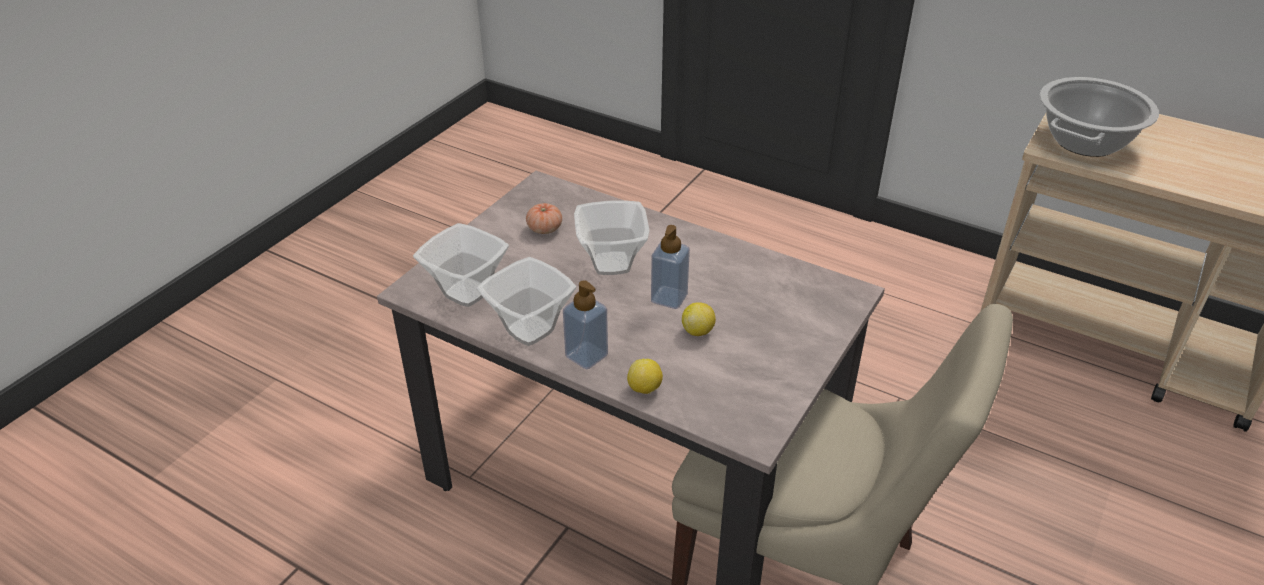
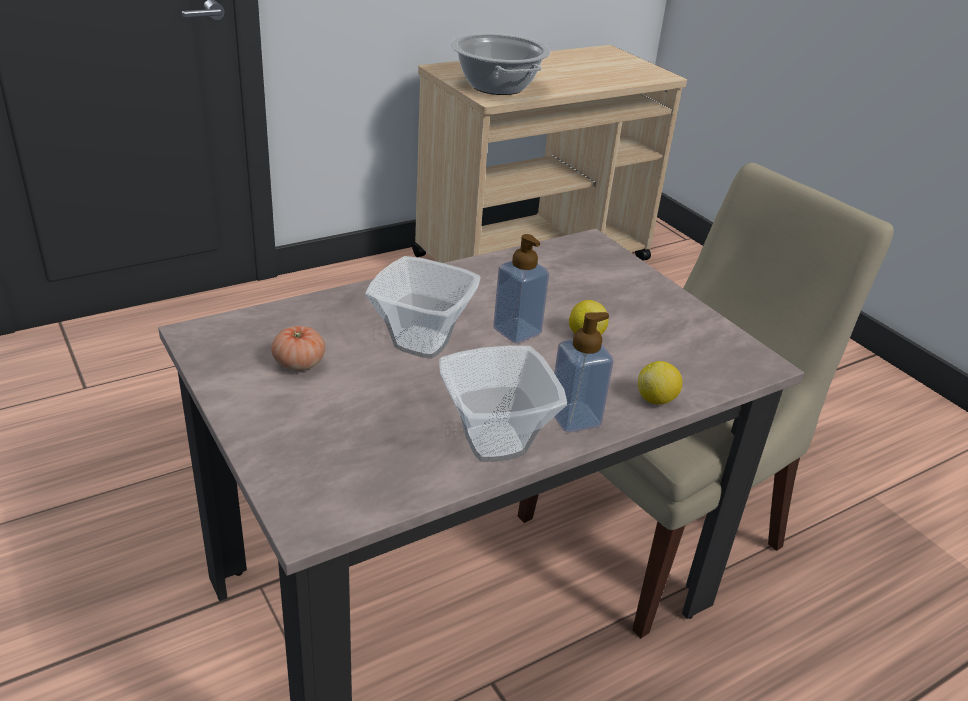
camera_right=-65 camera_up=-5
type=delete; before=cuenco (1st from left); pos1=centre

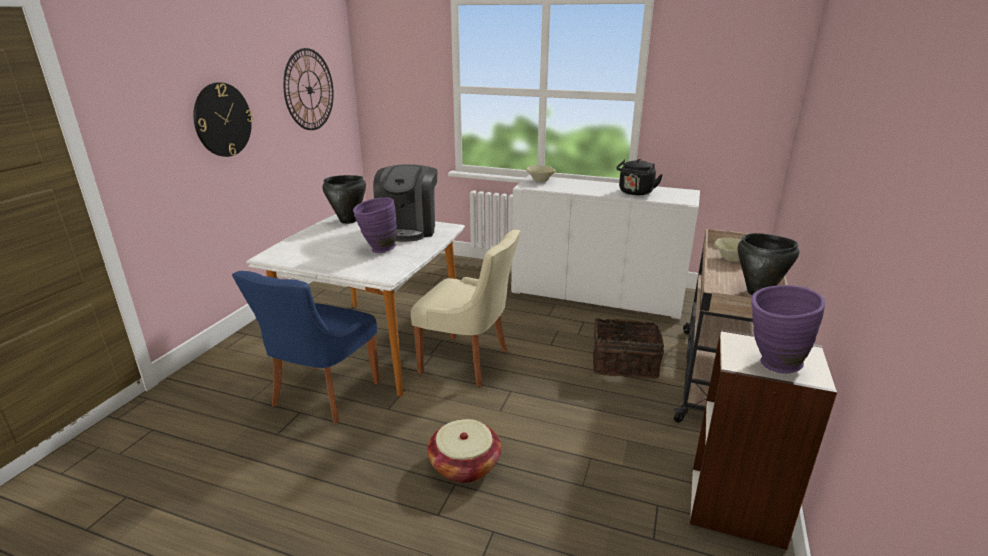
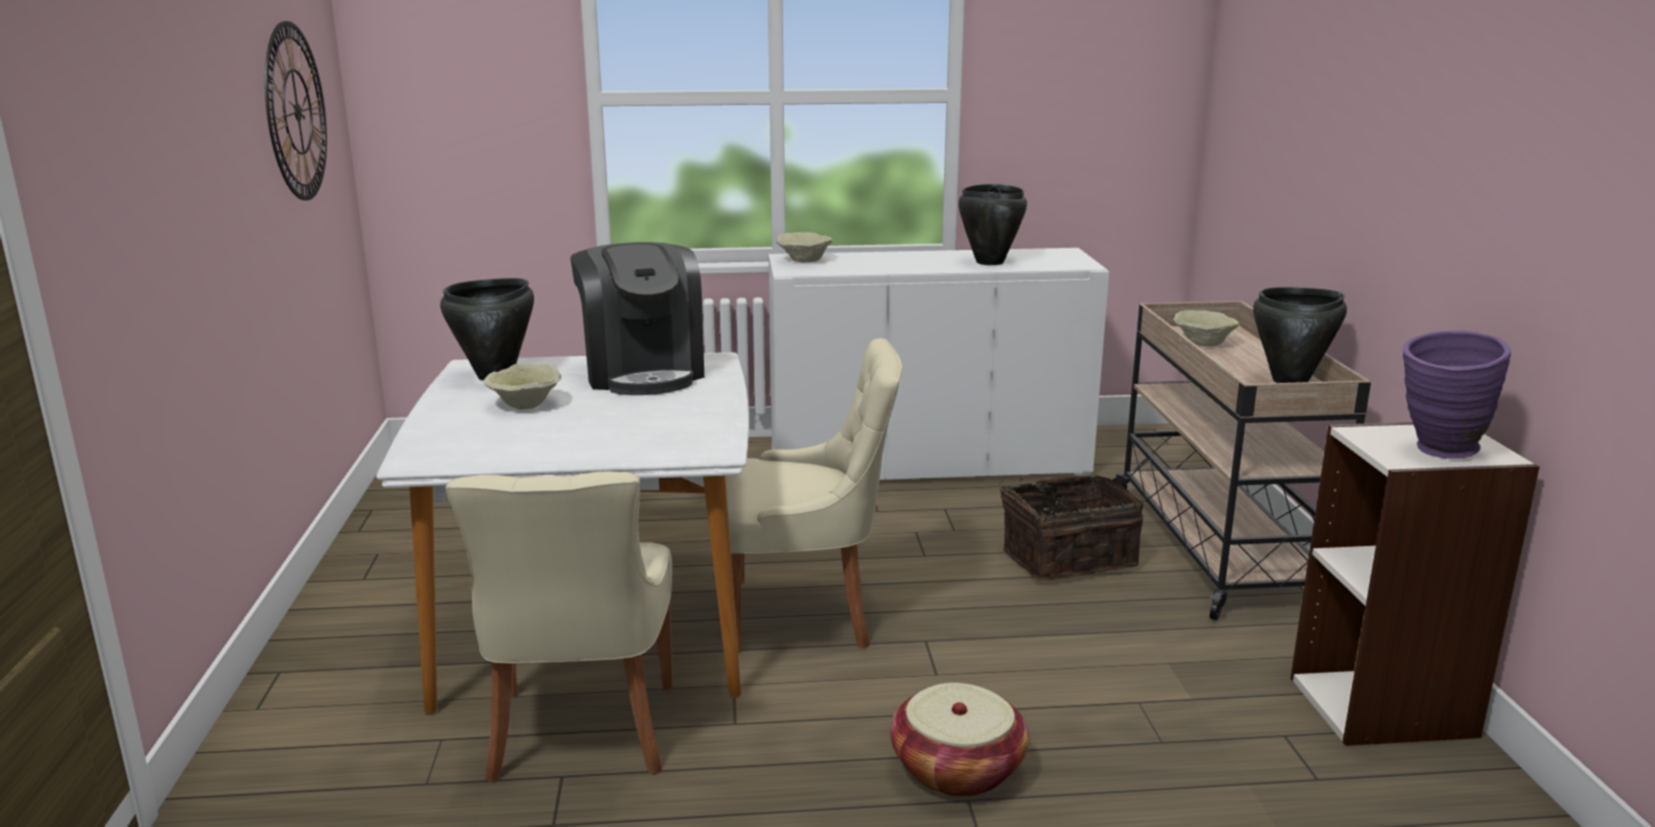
camera_right=-25 camera_up=-5
type=delete; before=reloj de pared (1st from left); pos1=top left
type=recolor; before=silla (azul); after=silla (beis) (1st from left); pos1=middle left; pos2=bottom centre
type=delete; before=florero (morado) (1st from left); pos1=centre
type=replace; before=hervidor (negro); after=olla (negro) (2nd from left); pos1=top centre; pos2=top centre
type=insert; after=cuenco (beis) (1st from left); pos2=middle left

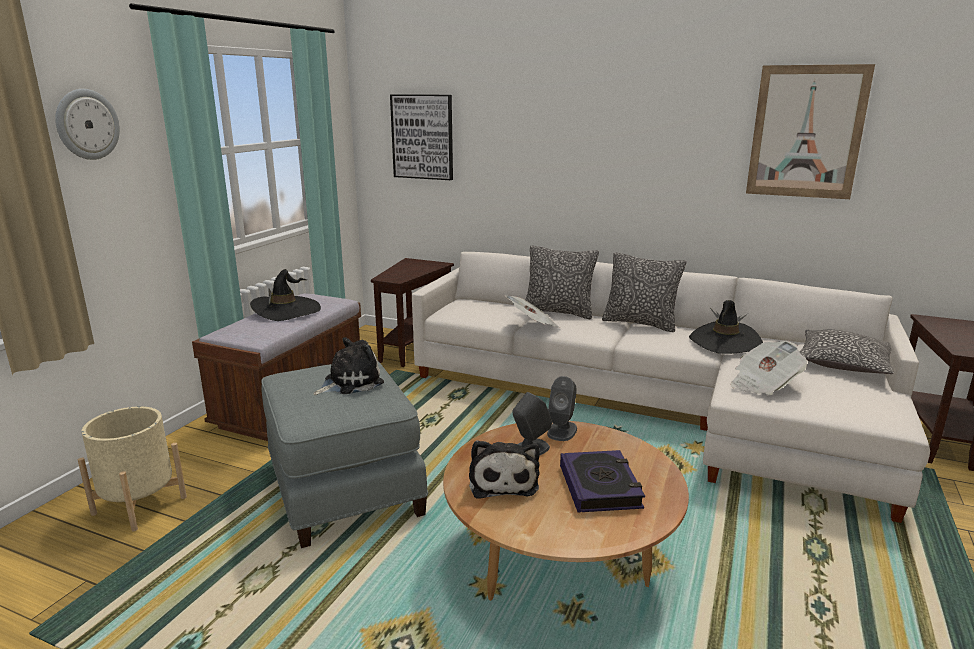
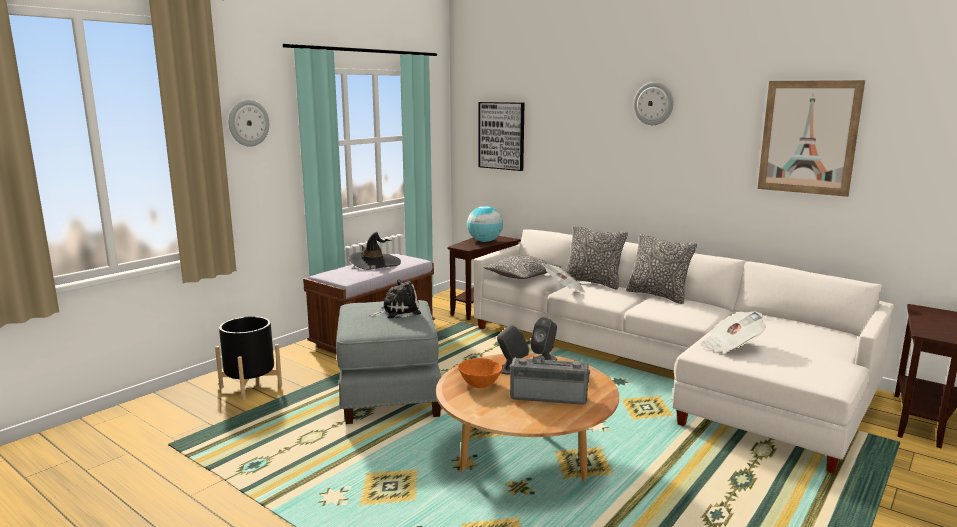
camera_right=15 camera_up=-5
type=recolor; before=maceta (beis); after=maceta (negro); pos1=bottom left; pos2=bottom left
type=replace; before=peluche (2nd from left); after=cuenco (naranja); pos1=bottom centre; pos2=bottom centre
type=replace; before=libro; after=radio; pos1=bottom centre; pos2=bottom centre
type=delete; before=sombrero (negro) (2nd from left); pos1=middle right
type=move; before=cojín (3rd from left in the first image); after=cojín (1st from left); pos1=middle right; pos2=centre
type=insert; after=globo terráqueo; pos2=centre
type=insert; after=reloj de pared (2nd from left); pos2=top right

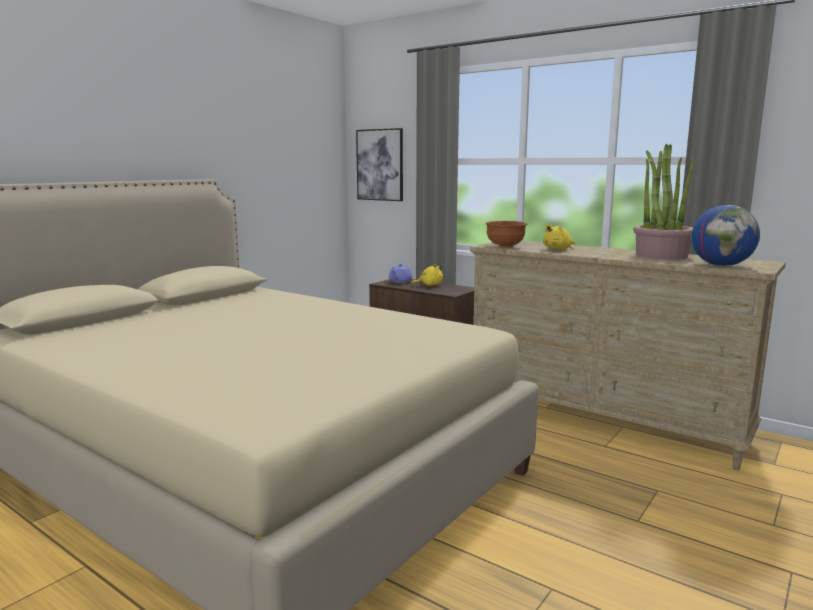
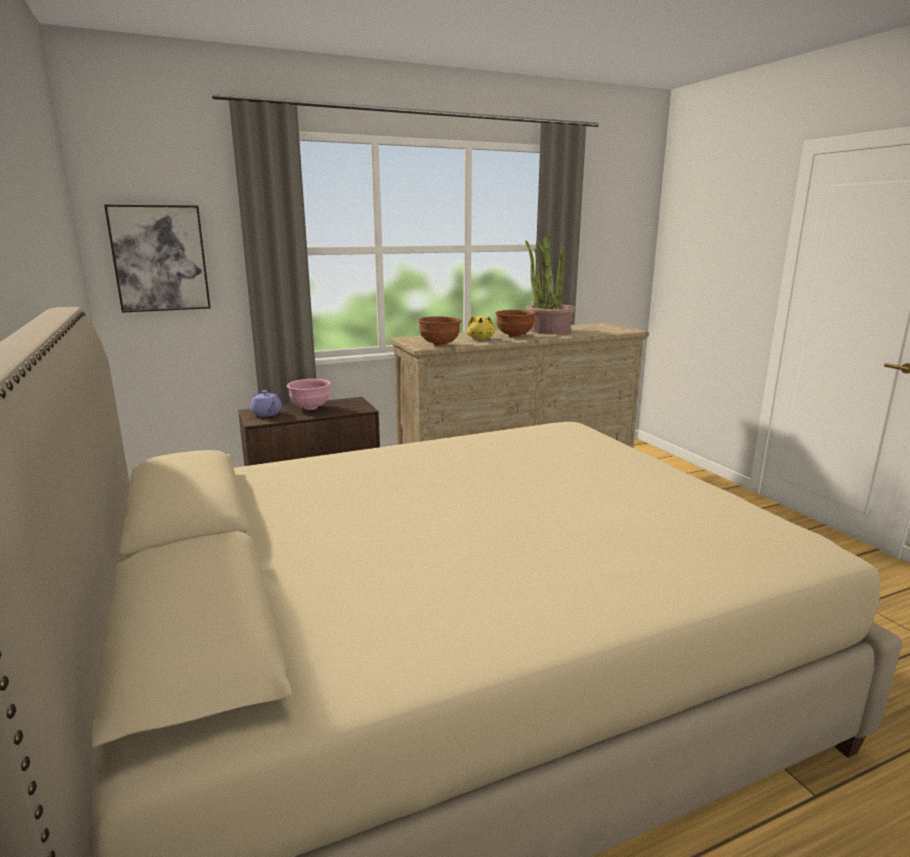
camera_right=-60 camera_up=5
type=replace; before=peluche (amarillo) (1st from left); after=cuenco (rosa); pos1=centre; pos2=centre
type=delete; before=globo terráqueo; pos1=middle right
type=insert; after=cuenco (marrón) (2nd from left); pos2=centre

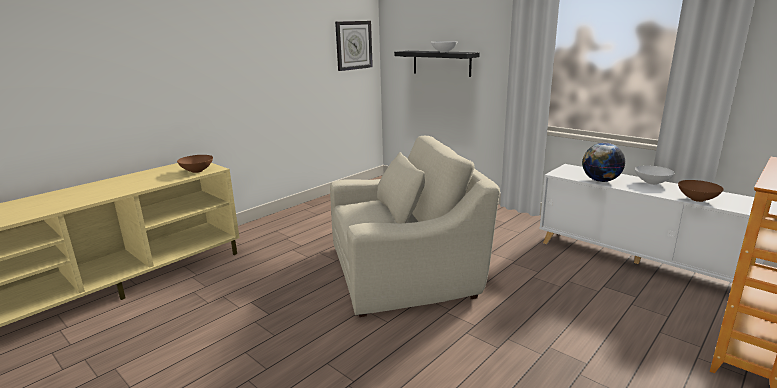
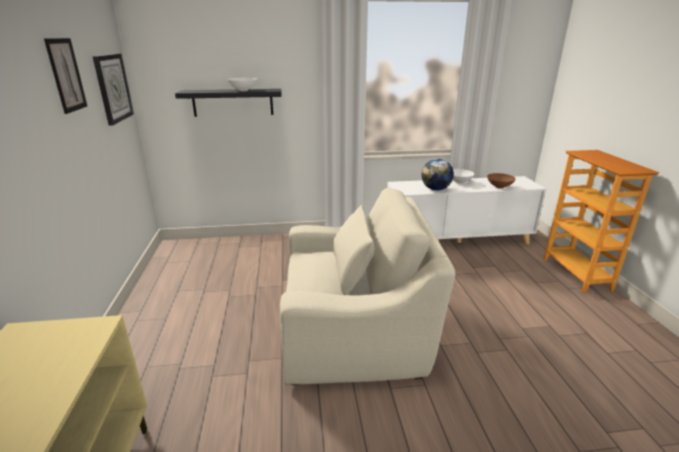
camera_right=-50 camera_up=5
type=delete; before=cuenco (marrón) (1st from left); pos1=middle left
type=rotate; before=sillón (beis); pos1=centre; pos2=centre; turn=60
type=insert; after=cuadro; pos2=top left

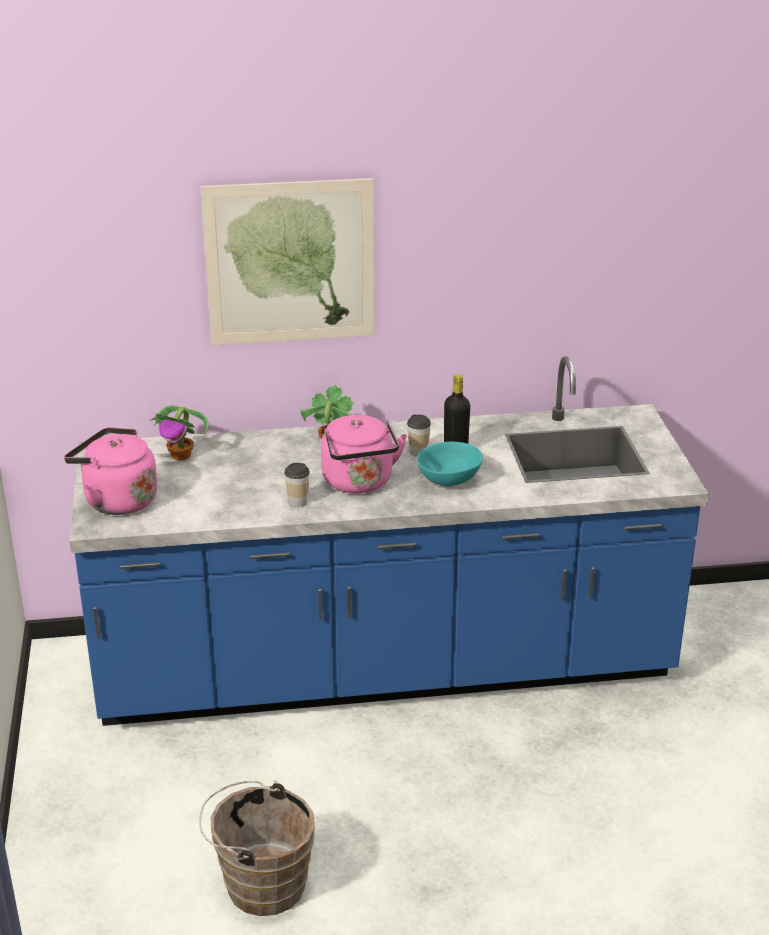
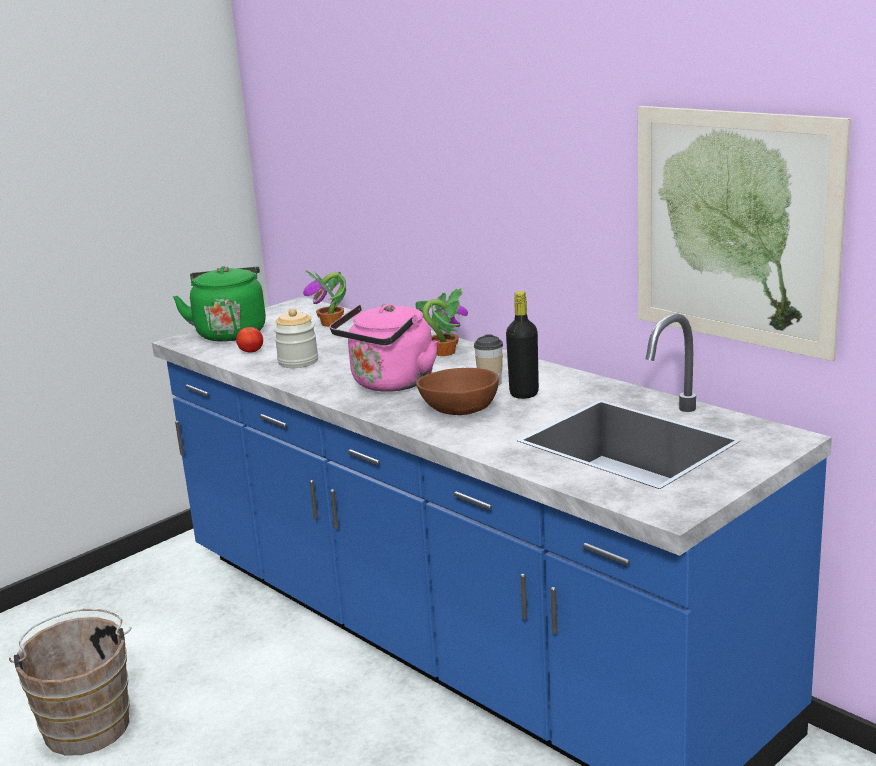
camera_right=55 camera_up=-10
type=recolor; before=hervidor (rosa) (1st from left); after=hervidor (verde); pos1=middle left; pos2=middle left
type=move; before=cuadro; pos1=top centre; pos2=top right
type=delete; before=taza (1st from left); pos1=centre
type=recolor; before=cuenco (turquesa); after=cuenco (marrón); pos1=centre; pos2=centre
type=insert; after=tomate; pos2=middle left
type=insert; after=tarro; pos2=centre

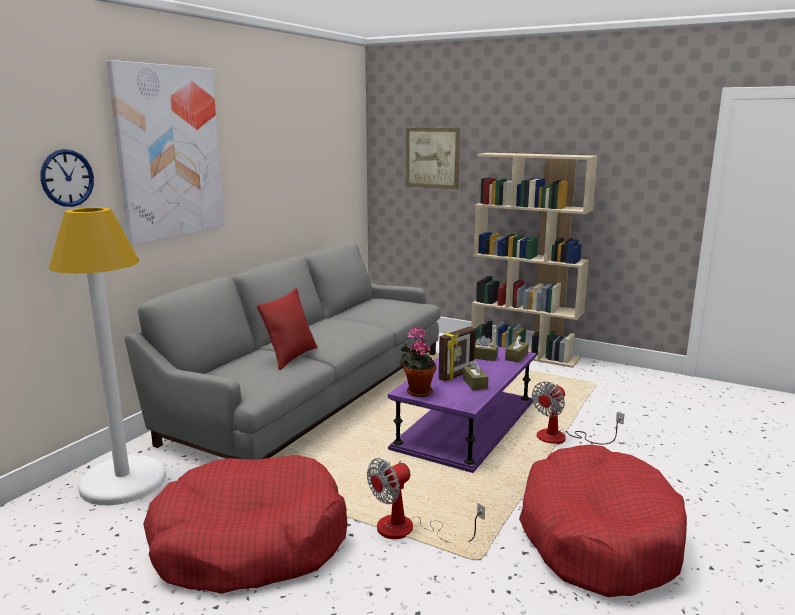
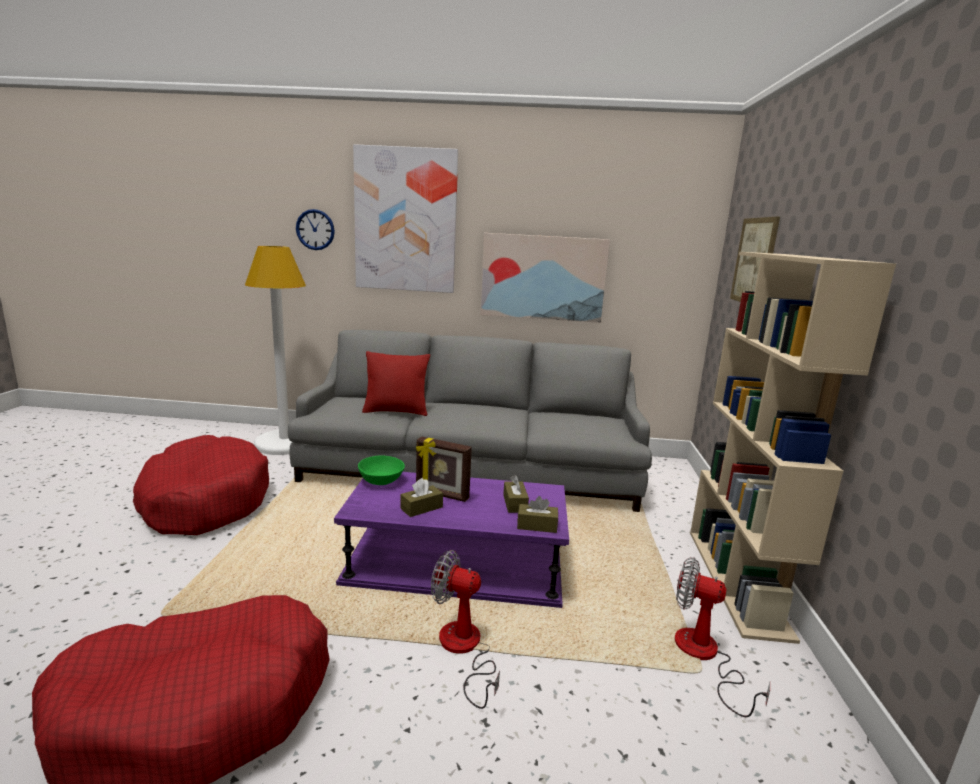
camera_right=65 camera_up=0
type=move; before=ventilador (1st from left in the first image); after=ventilador (2nd from left); pos1=bottom centre; pos2=bottom right
type=replace; before=planta en maceta; after=cuenco (verde); pos1=centre; pos2=centre
type=insert; after=cuadro (2nd from left); pos2=centre

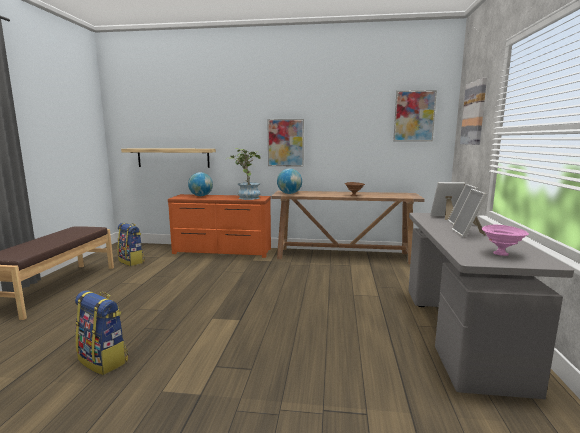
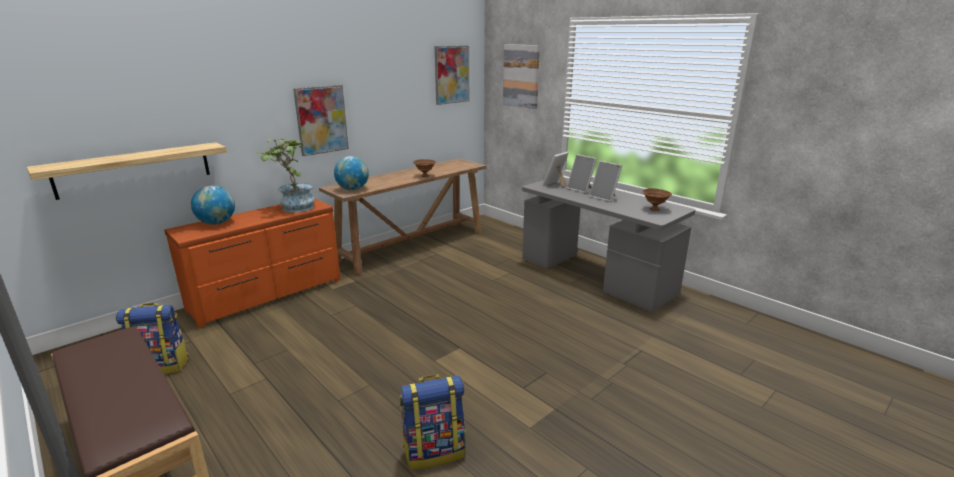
camera_right=-50 camera_up=10
type=recolor; before=cuenco (rosa); after=cuenco (marrón) (2nd from left); pos1=middle right; pos2=middle right

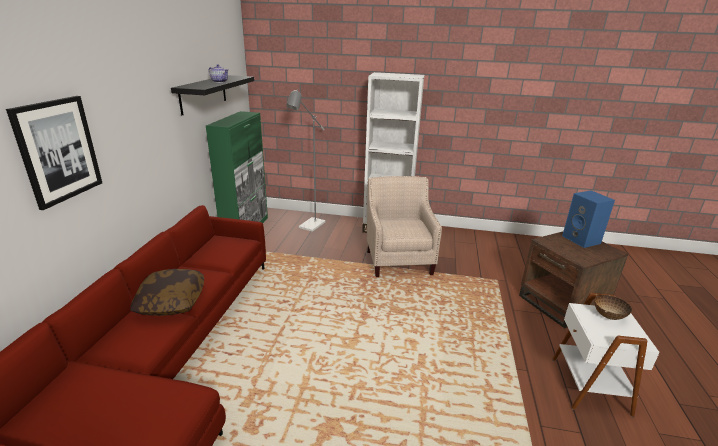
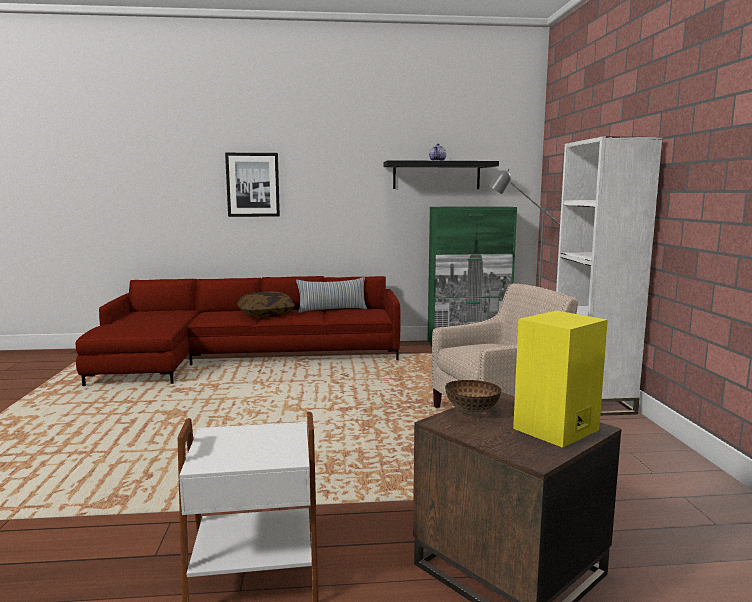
camera_right=75 camera_up=-15
type=recolor; before=altavoz (azul); after=altavoz (amarillo); pos1=middle right; pos2=middle right
type=move; before=cuenco; pos1=bottom right; pos2=centre
type=insert; after=cojín (2nd from left); pos2=centre

